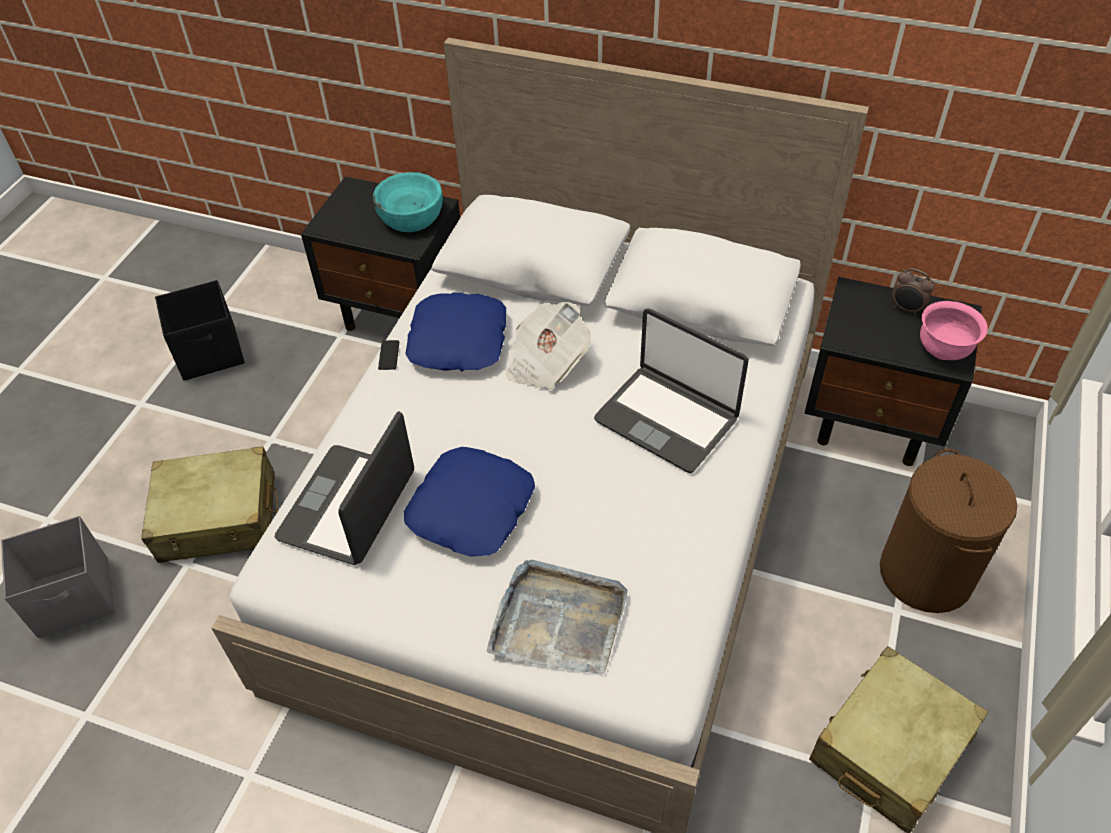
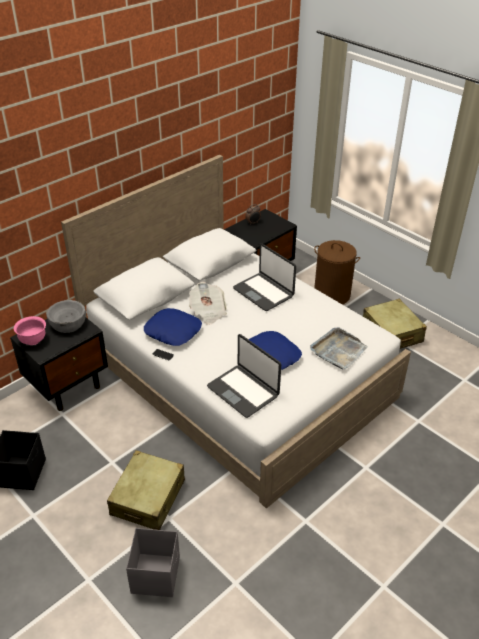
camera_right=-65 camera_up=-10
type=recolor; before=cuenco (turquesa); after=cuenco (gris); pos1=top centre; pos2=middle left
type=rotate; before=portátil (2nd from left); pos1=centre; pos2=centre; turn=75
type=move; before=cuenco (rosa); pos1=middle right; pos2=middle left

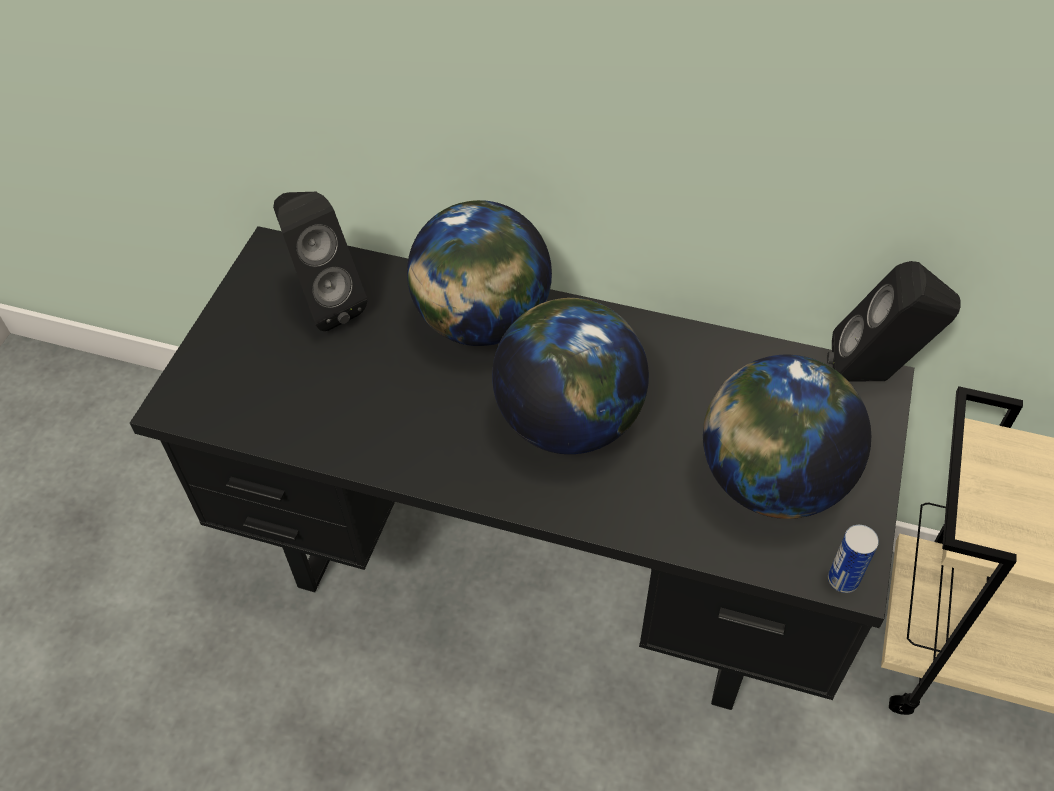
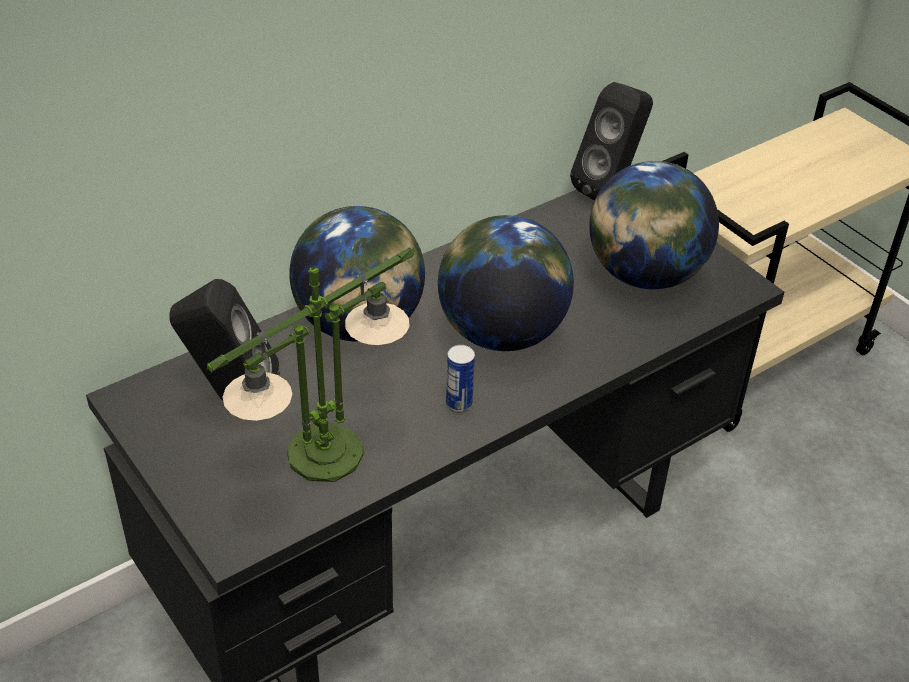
camera_right=-55 camera_up=-10
type=move; before=lata; pos1=bottom right; pos2=centre
type=insert; after=lámpara de mesa; pos2=centre

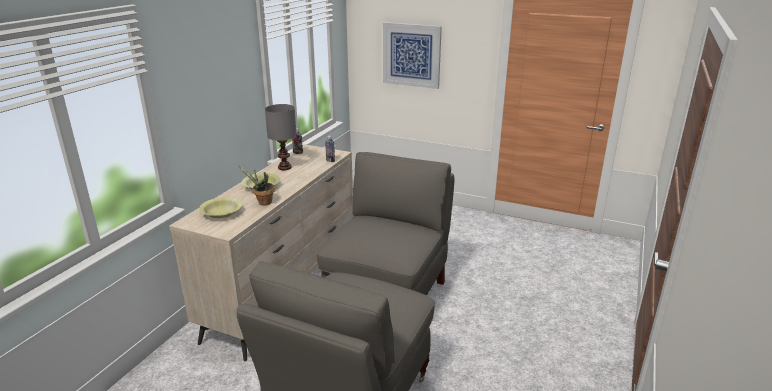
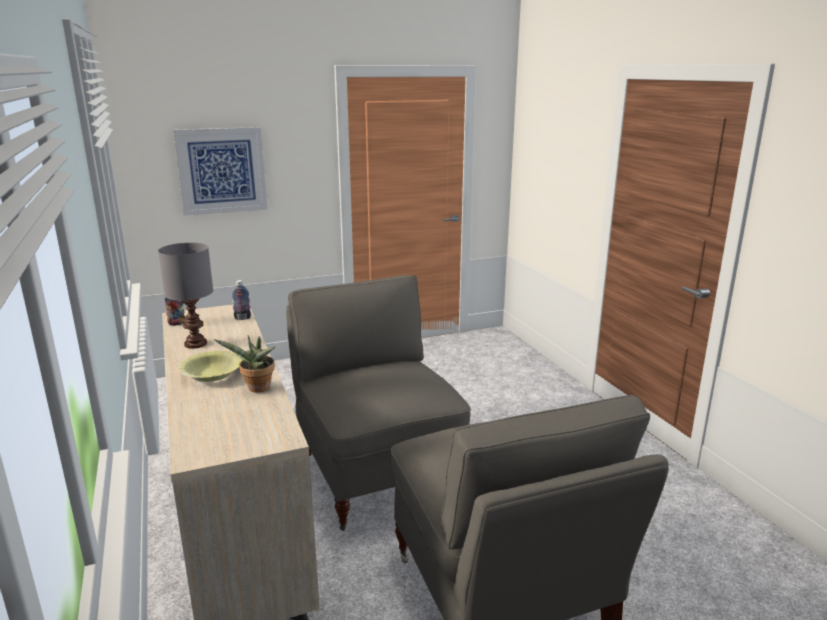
camera_right=-45 camera_up=-5
type=delete; before=cuenco (amarillo) (1st from left); pos1=middle left

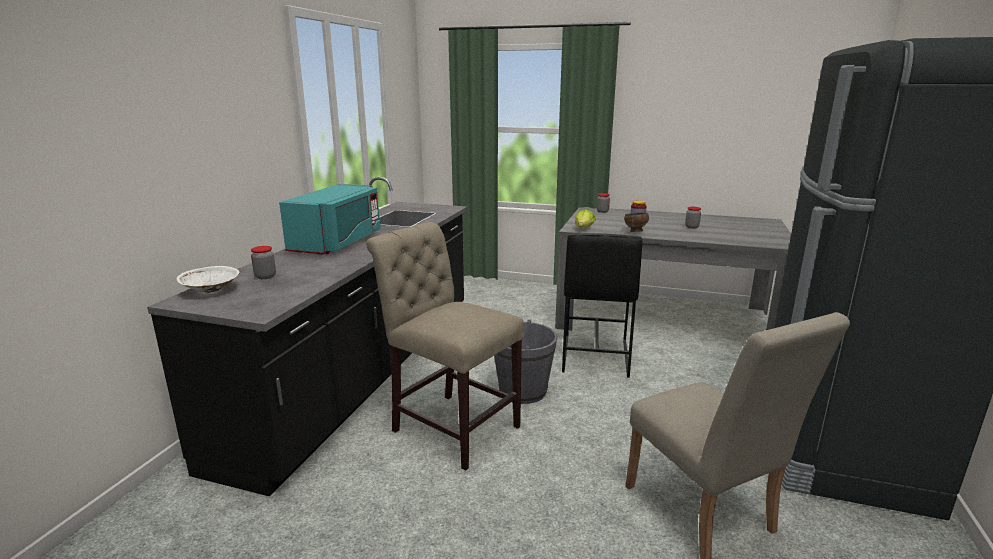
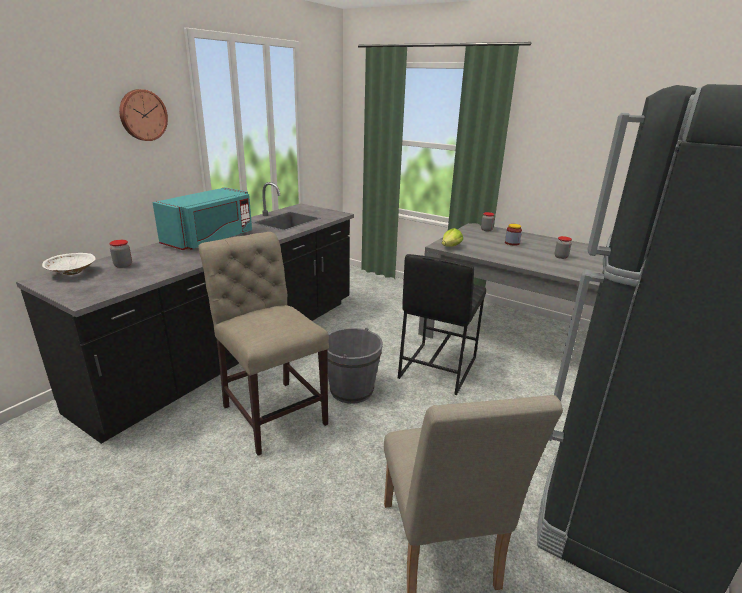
camera_right=15 camera_up=5
type=delete; before=cuenco (marrón); pos1=centre
type=insert; after=reloj de pared; pos2=top left

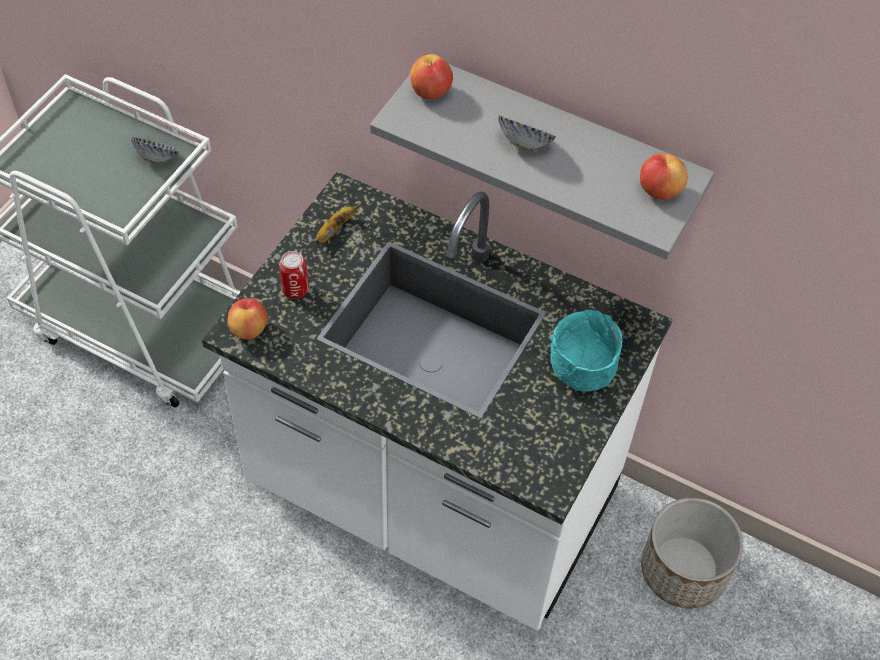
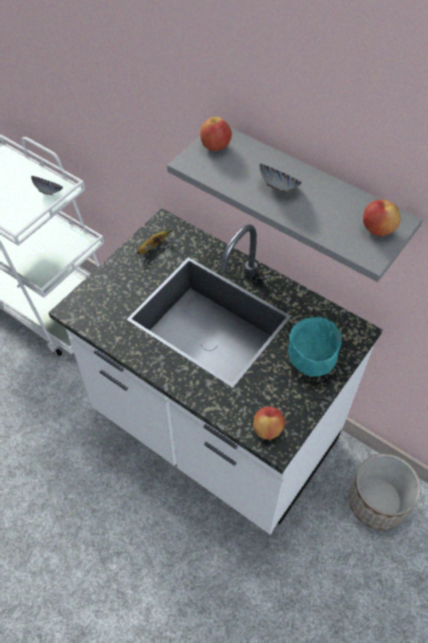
camera_right=10 camera_up=0
type=move; before=manzana (1st from left in the first image); after=manzana (2nd from left); pos1=middle left; pos2=centre
type=delete; before=lata; pos1=centre

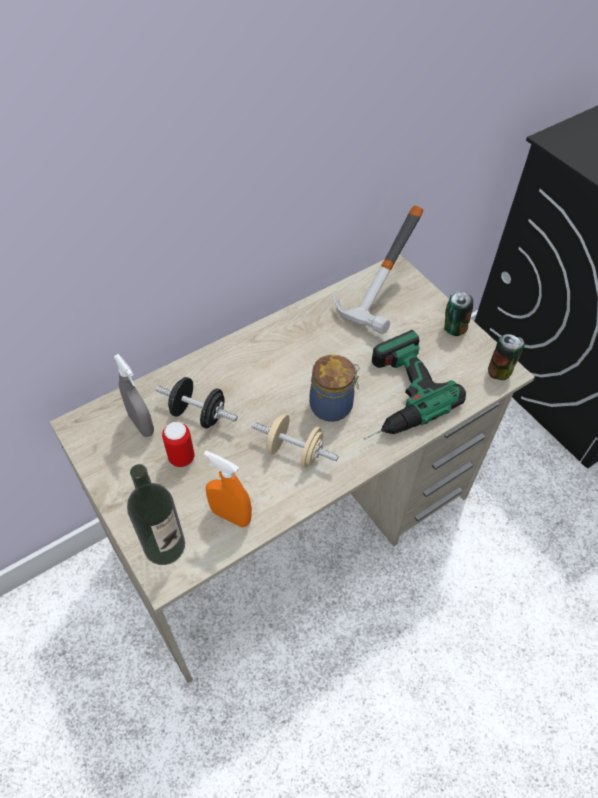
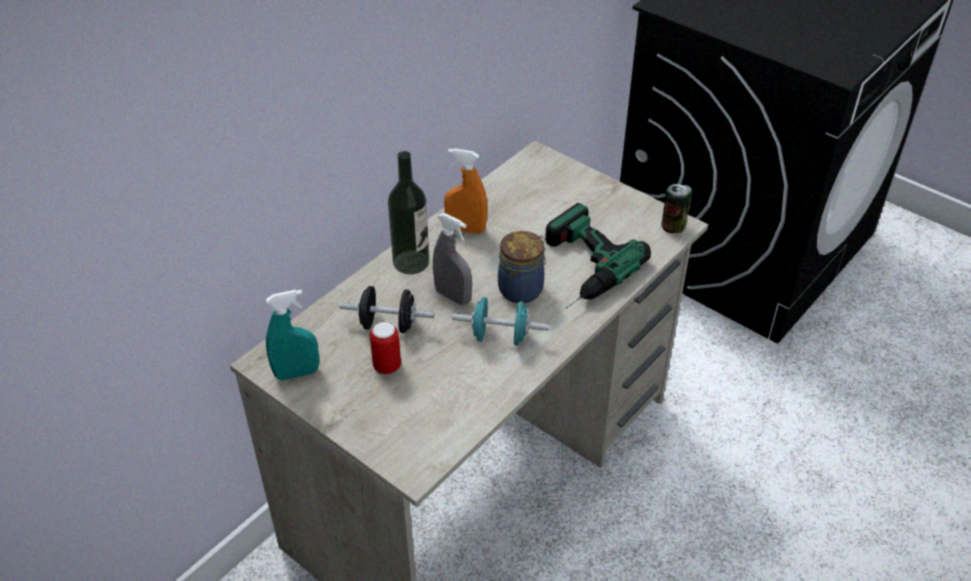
camera_right=-15 camera_up=-10
type=move; before=pulverizador (gris); pos1=middle left; pos2=centre
type=move; before=botella; pos1=middle left; pos2=centre
type=move; before=pulverizador (naranja); pos1=centre; pos2=top centre
type=recolor; before=mancuerna (beis); after=mancuerna (turquesa); pos1=centre; pos2=centre
type=delete; before=martillo; pos1=centre
type=delete; before=lata (2nd from left); pos1=middle right
type=insert; after=pulverizador (turquesa); pos2=middle left

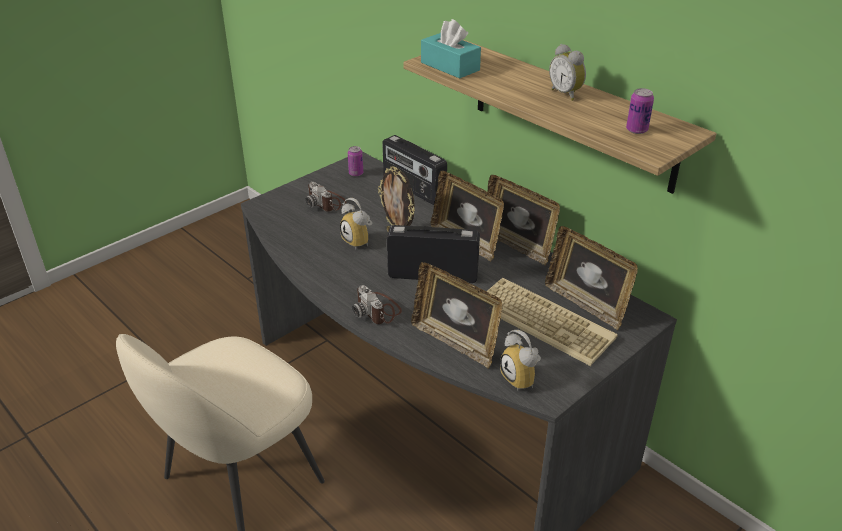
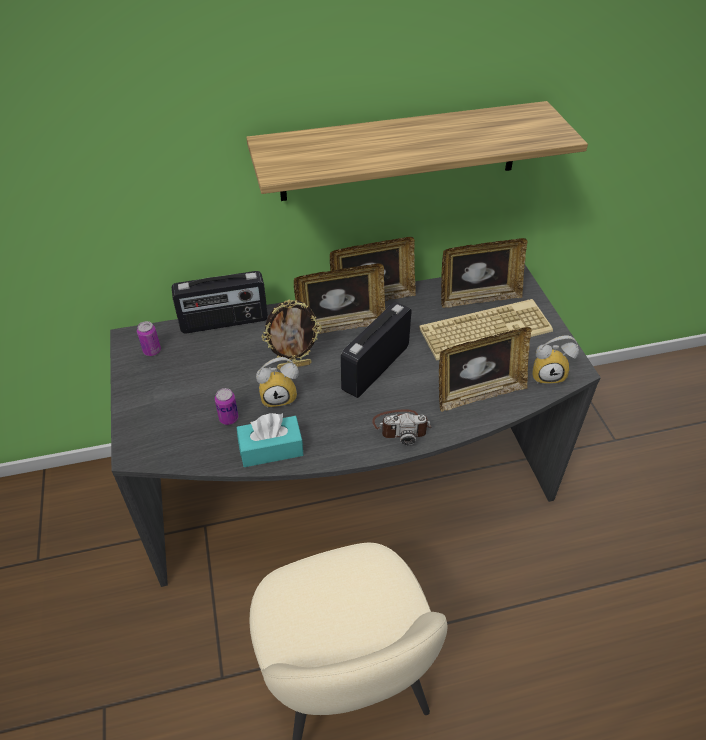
camera_right=-60 camera_up=10
type=delete; before=cámara (1st from left); pos1=centre
type=move; before=caja de pañuelos (turquesa); pos1=top centre; pos2=centre
type=delete; before=despertador (3rd from left); pos1=top right
type=move; before=lata (2nd from left); pos1=top right; pos2=middle left

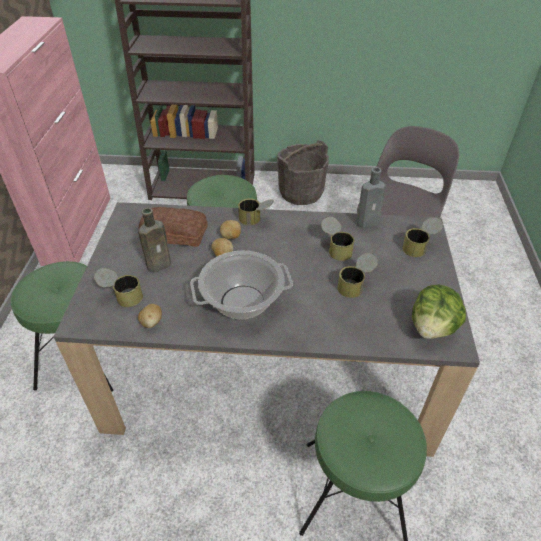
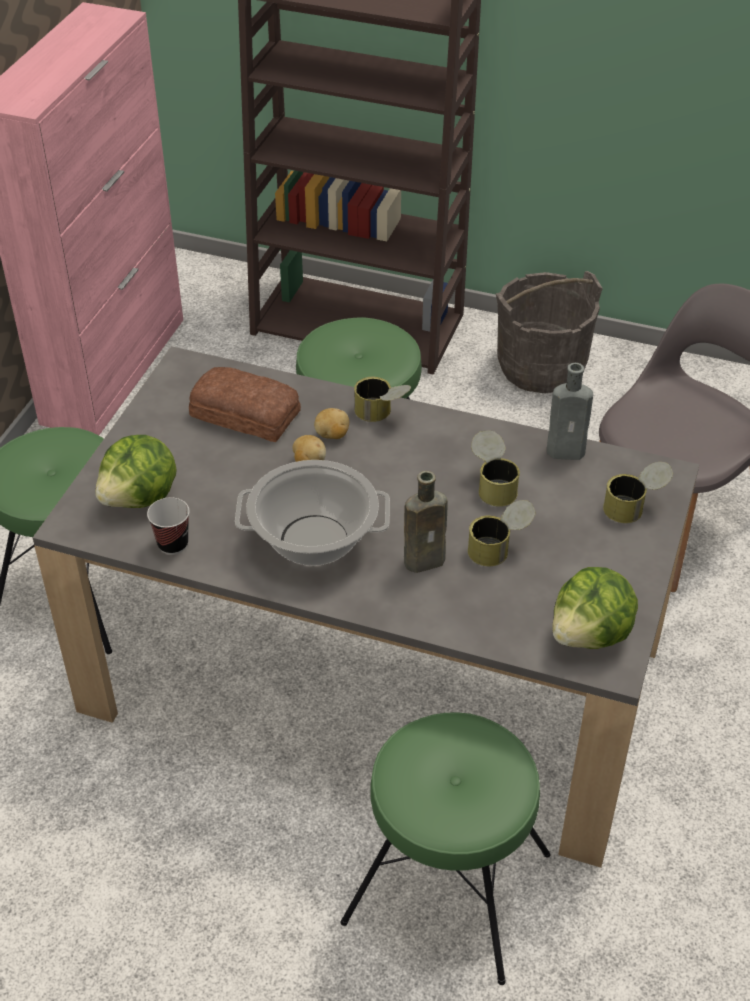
camera_right=15 camera_up=0
type=replace; before=lata (1st from left); after=lechuga (1st from left); pos1=middle left; pos2=middle left
type=move; before=botella (marrón); pos1=middle left; pos2=centre
type=replace; before=patata (1st from left); after=taza; pos1=middle left; pos2=middle left

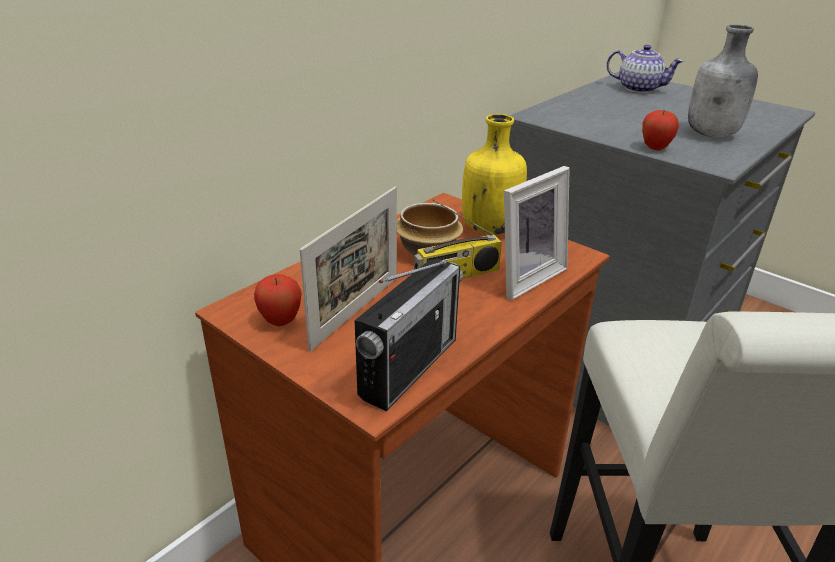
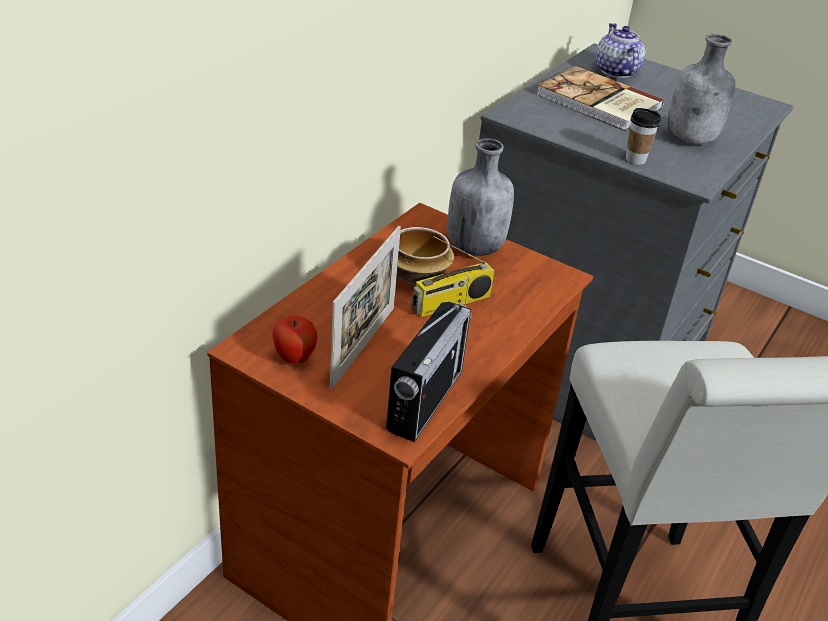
camera_right=-10 camera_up=5
type=recolor; before=botella (amarillo); after=botella (gris) (1st from left); pos1=top centre; pos2=top centre
type=delete; before=portarretratos (2nd from left); pos1=centre
type=rotate; before=tetera; pos1=top right; pos2=top right; turn=-120
type=replace; before=manzana (2nd from left); after=taza; pos1=top right; pos2=top right
type=insert; after=libro; pos2=top right

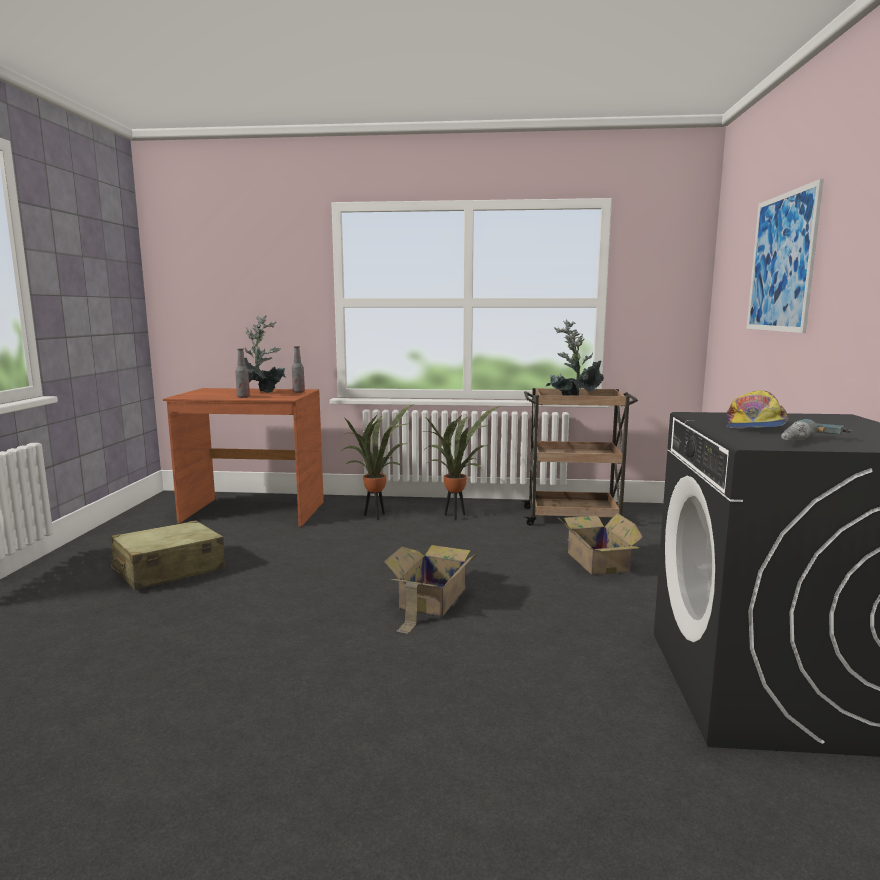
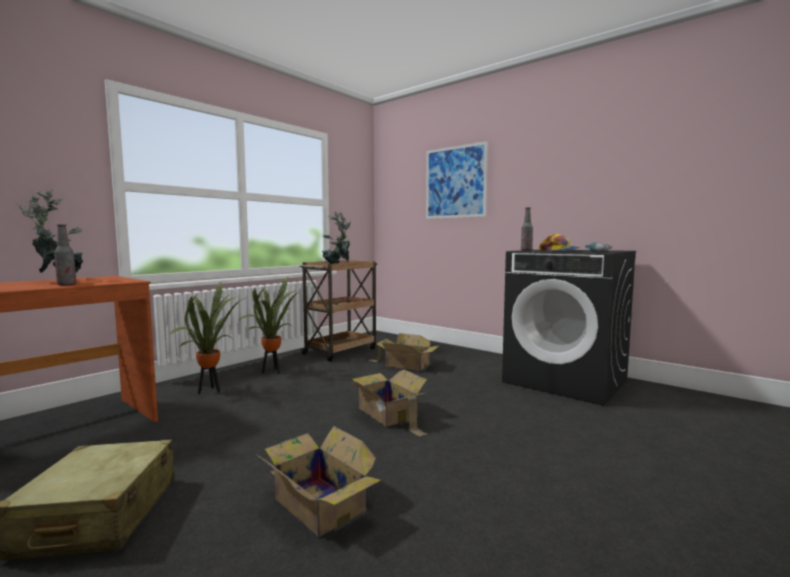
camera_right=-55 camera_up=-5
type=move; before=botella (2nd from left); pos1=centre; pos2=middle right
type=insert; after=caja de cartón (1st from left); pos2=bottom centre

